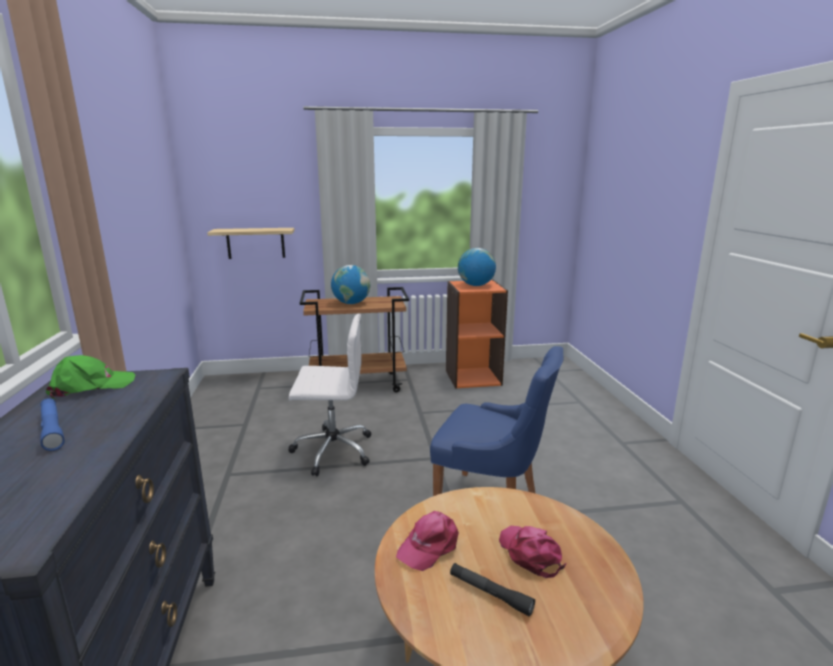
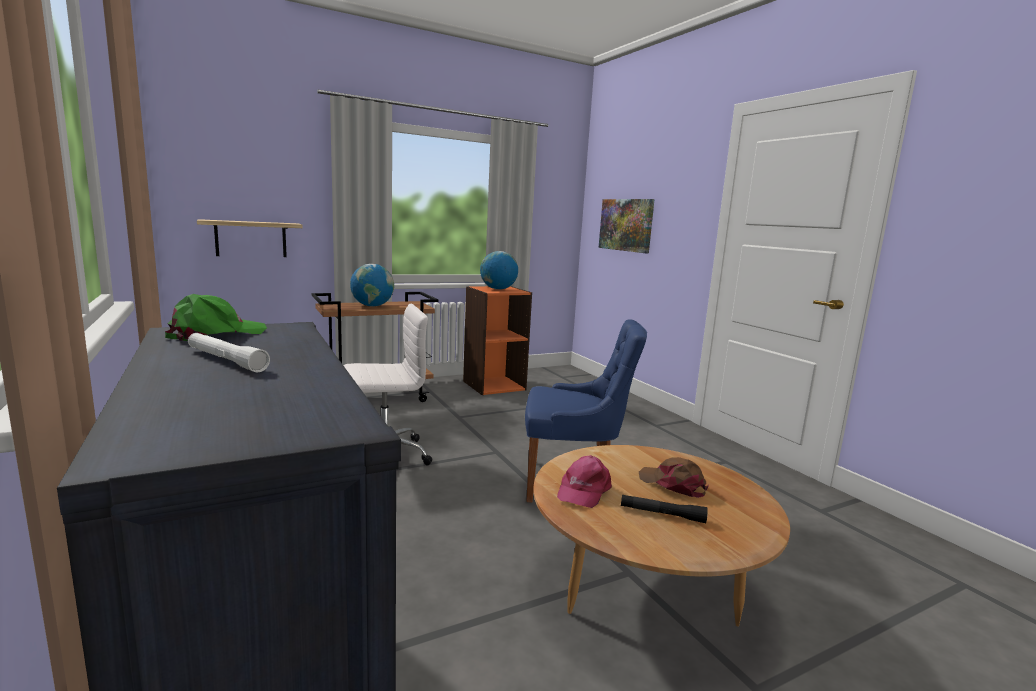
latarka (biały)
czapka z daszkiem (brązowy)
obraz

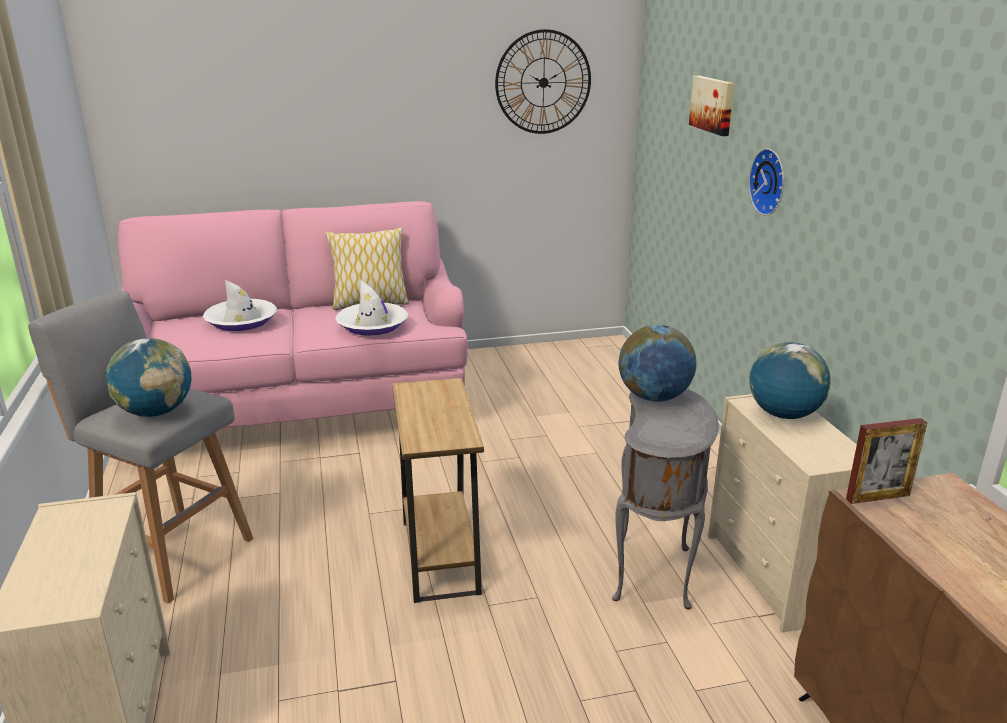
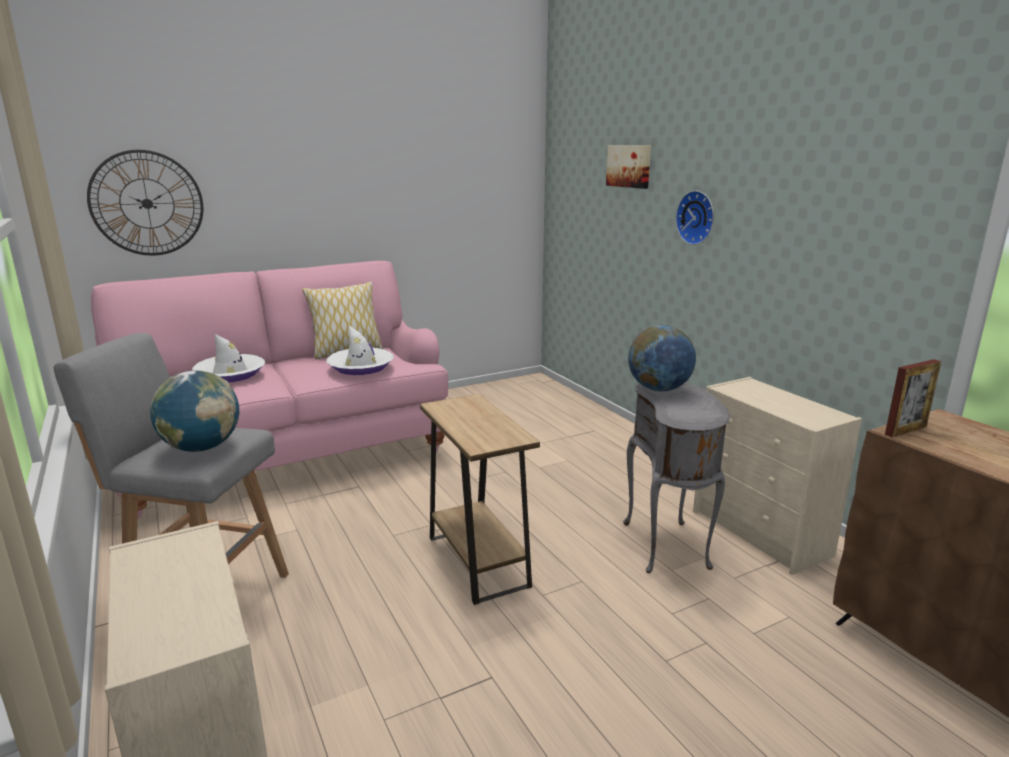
zegar ścienny (1st from left)
globus (3rd from left in the first image)

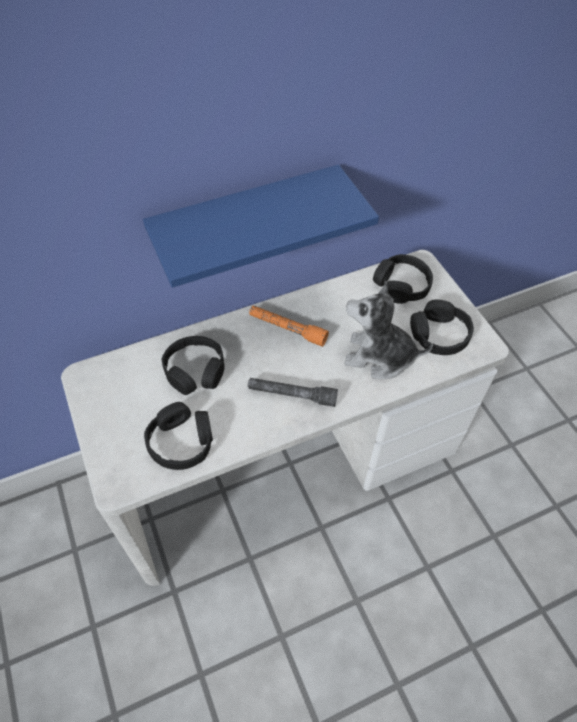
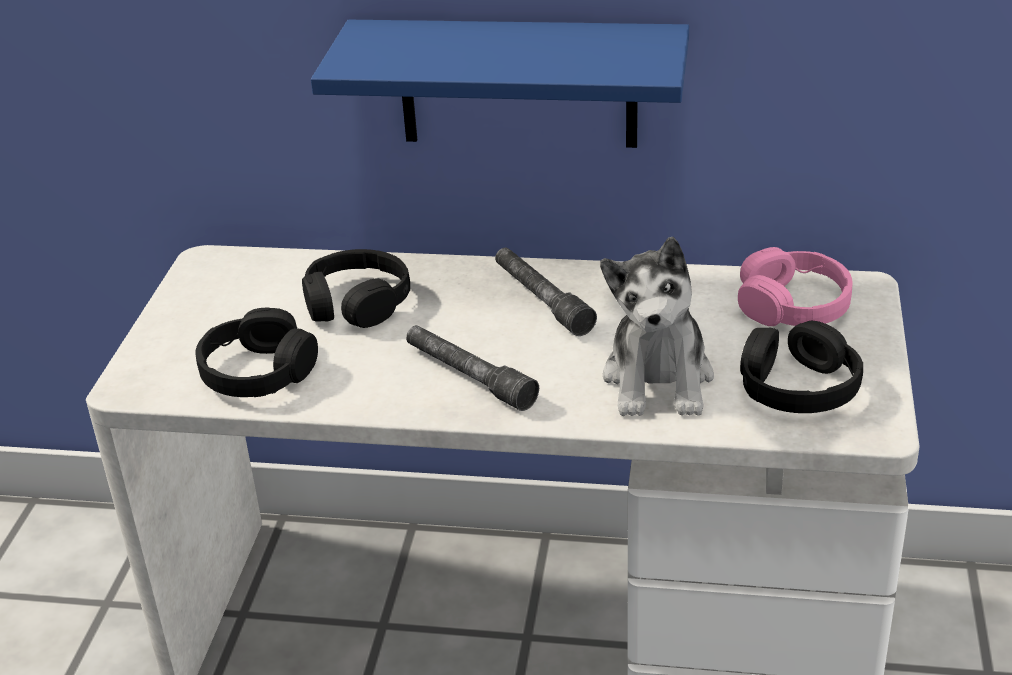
latarka (szary) (2nd from left)
pluszak
słuchawki (różowy)

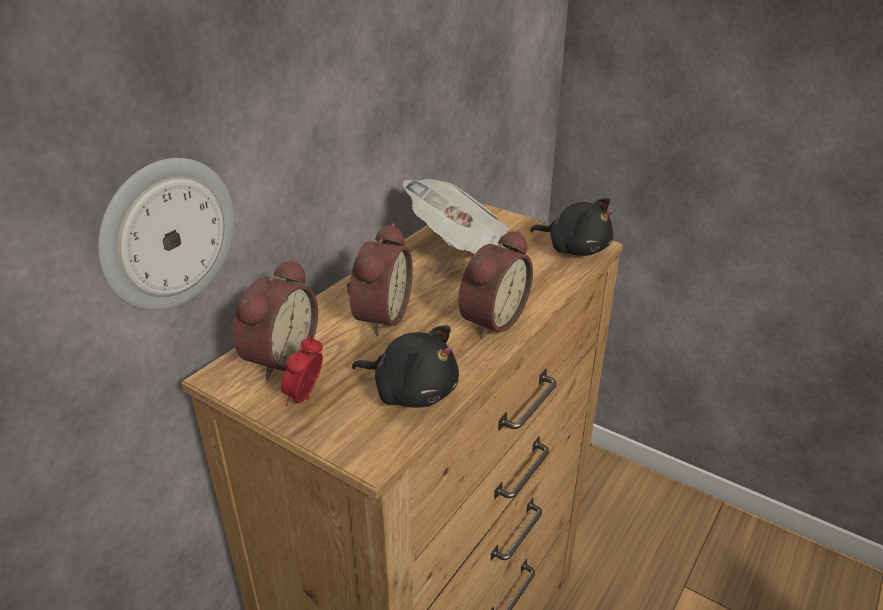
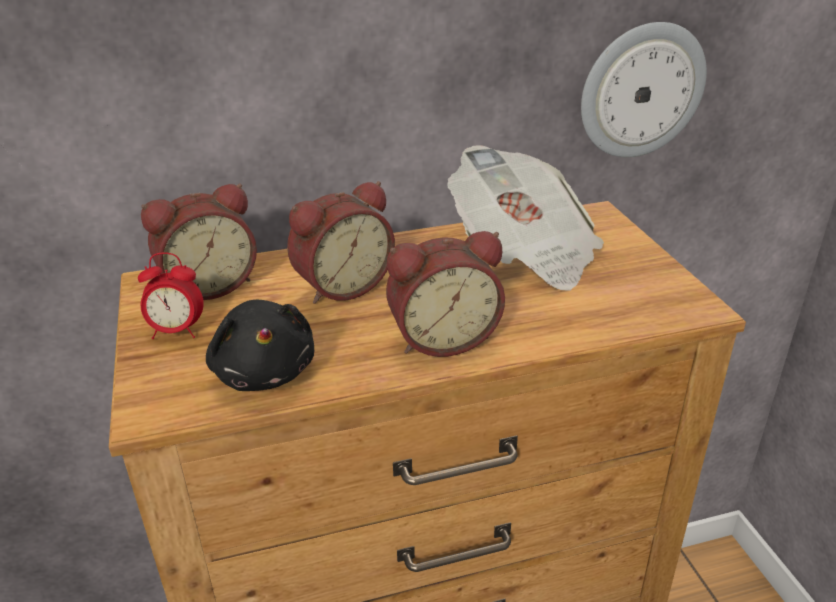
zegar ścienny
budzik (1st from left)
pluszak (czarny) (2nd from left in the first image)

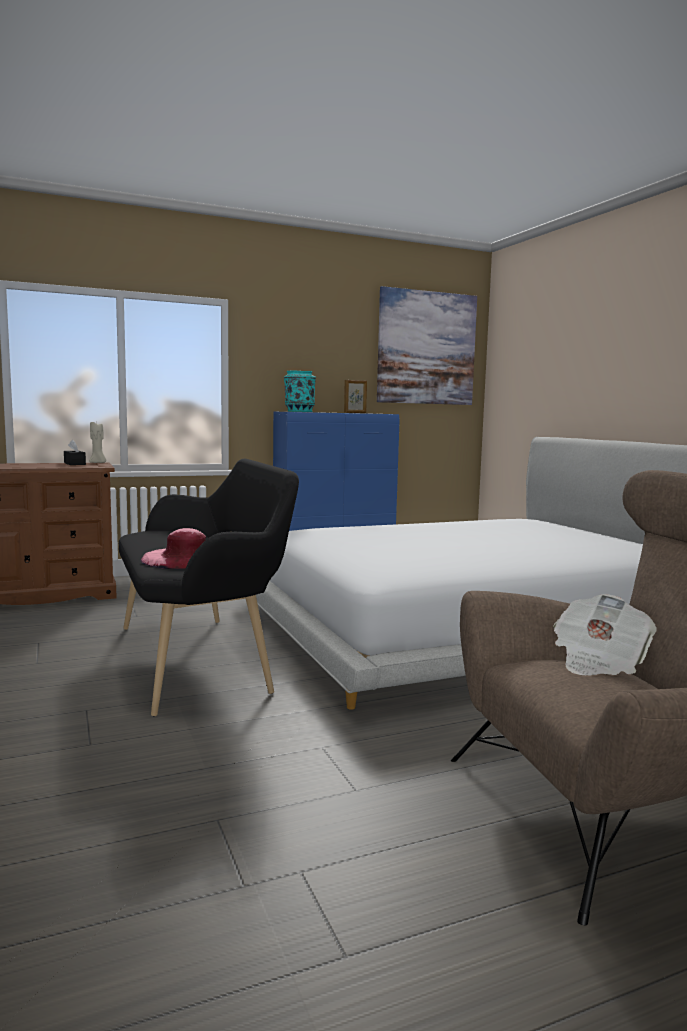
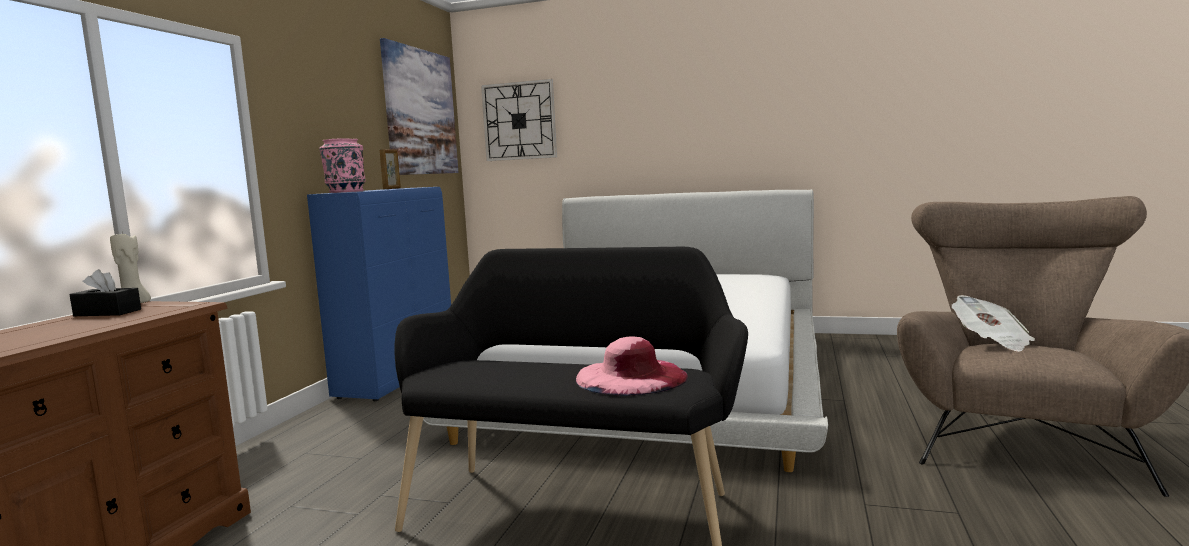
wazon (różowy)
zegar ścienny

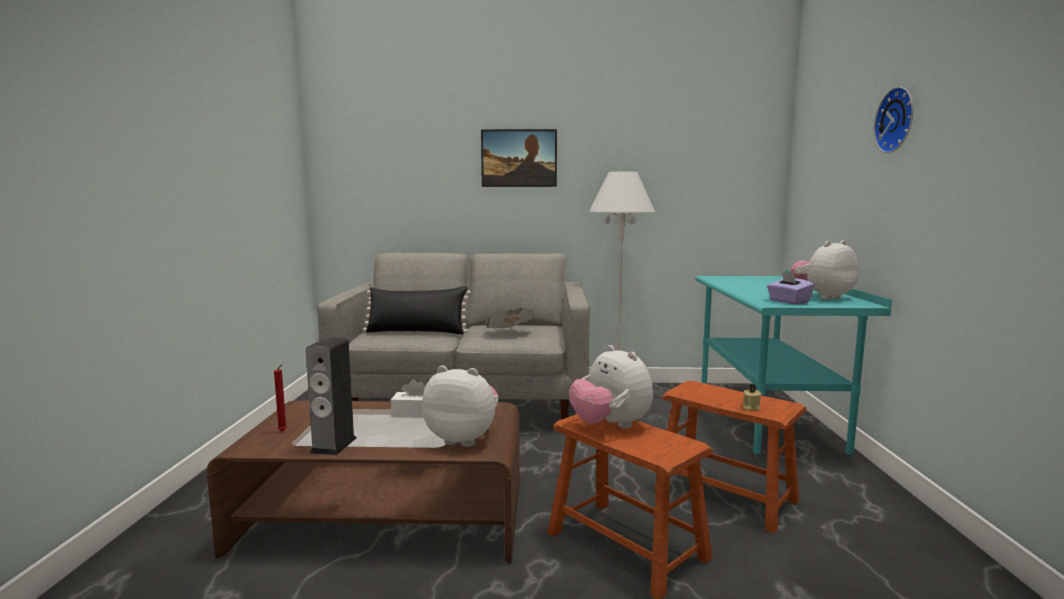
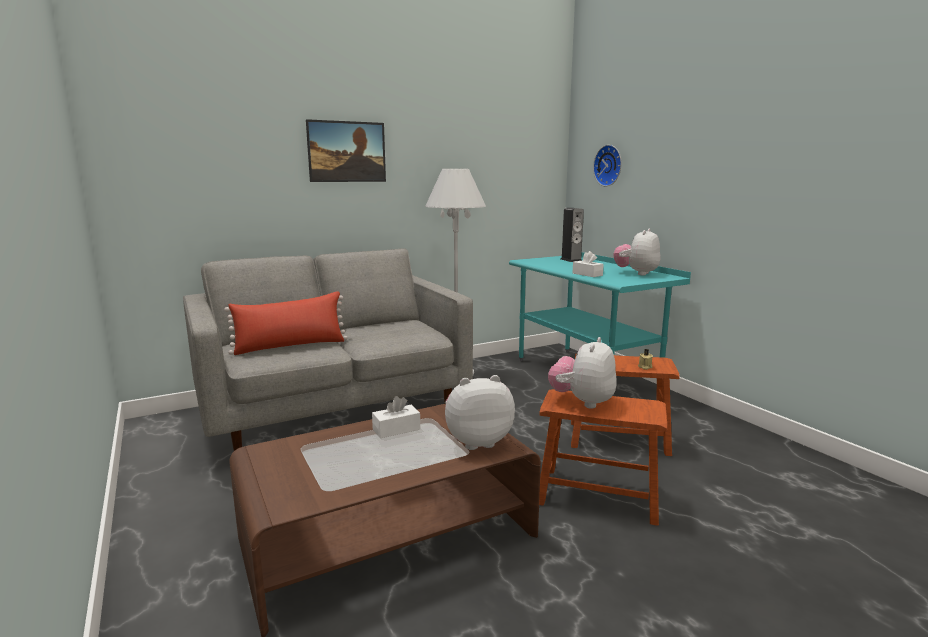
świeca (czerwony)
głośnik
poduszka (czerwony)
gazeta
pluszak (2nd from left)
pudełko chusteczek (fioletowy)
zegar ścienny
pudełko chusteczek (biały) (2nd from left)

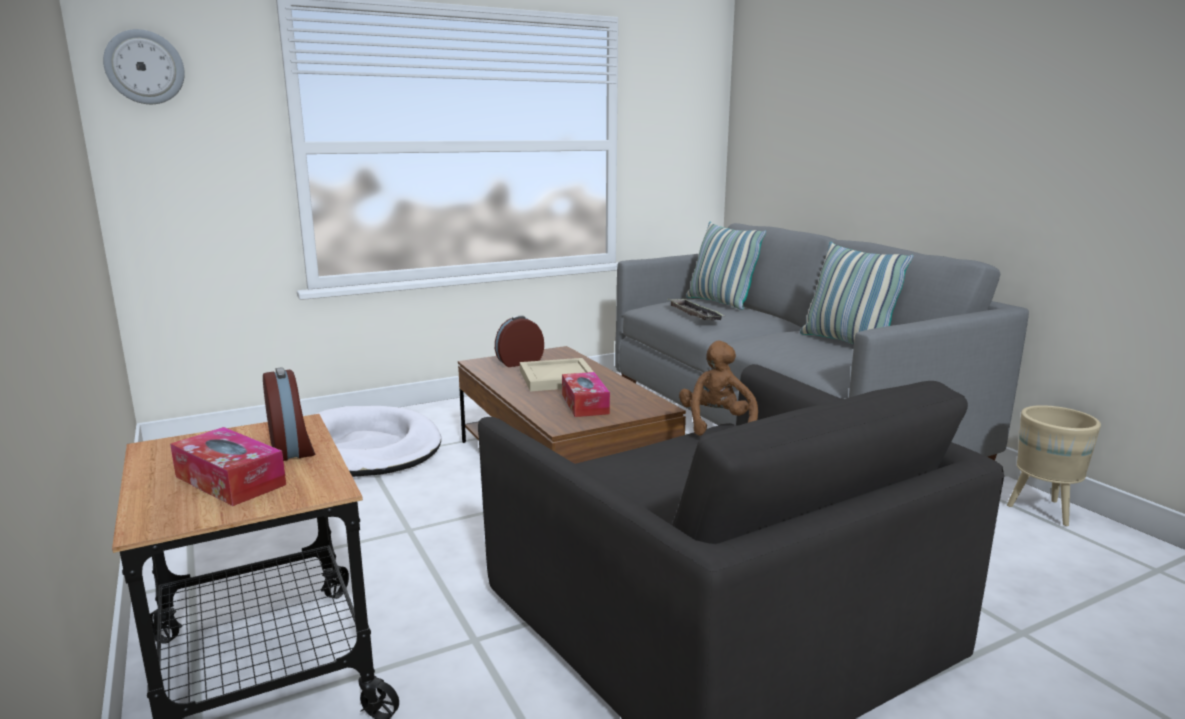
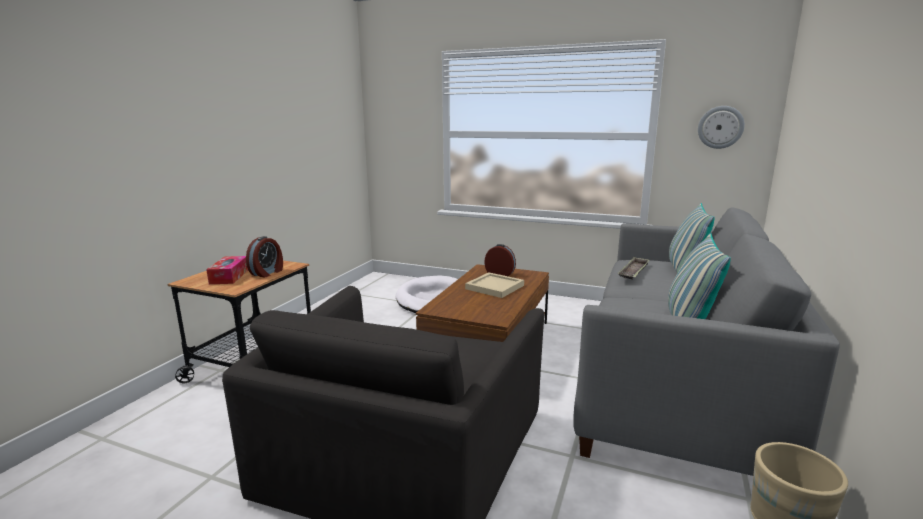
zegar ścienny
pudełko chusteczek (2nd from left in the first image)
pluszak (brązowy)

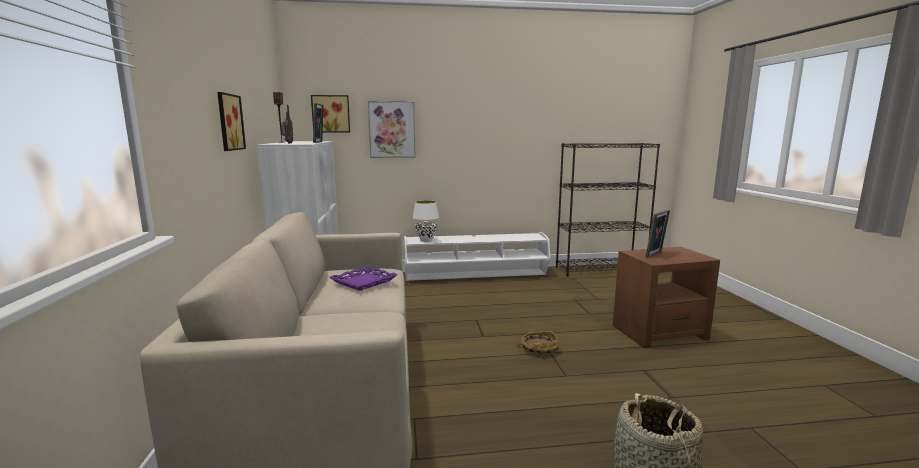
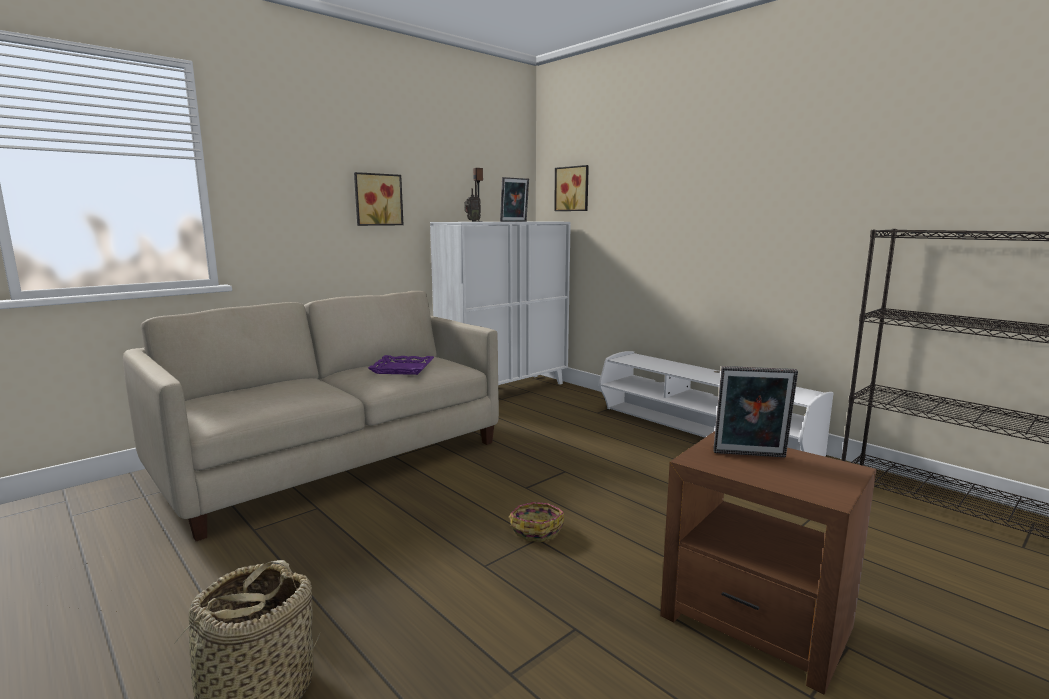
obraz (3rd from left in the first image)
lampa stołowa (biały)

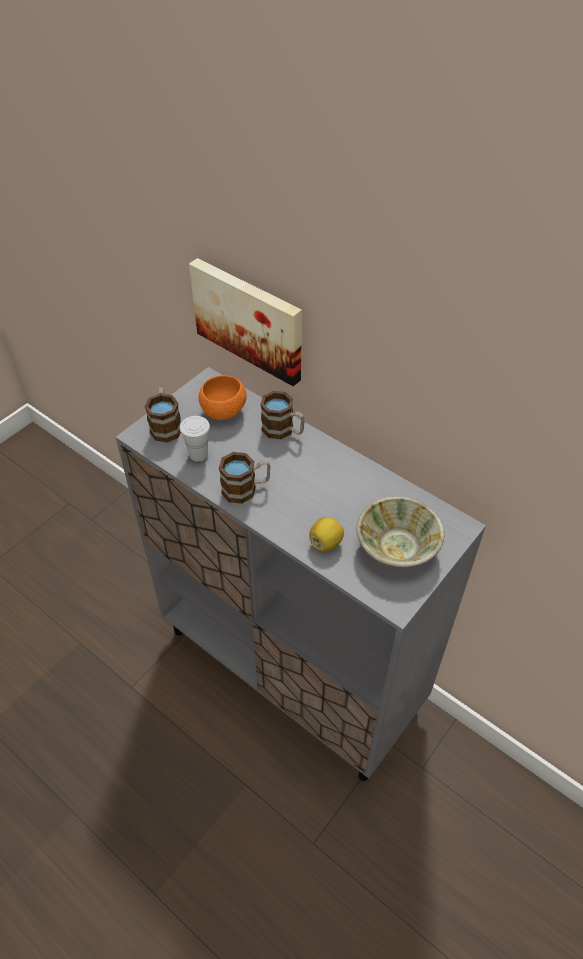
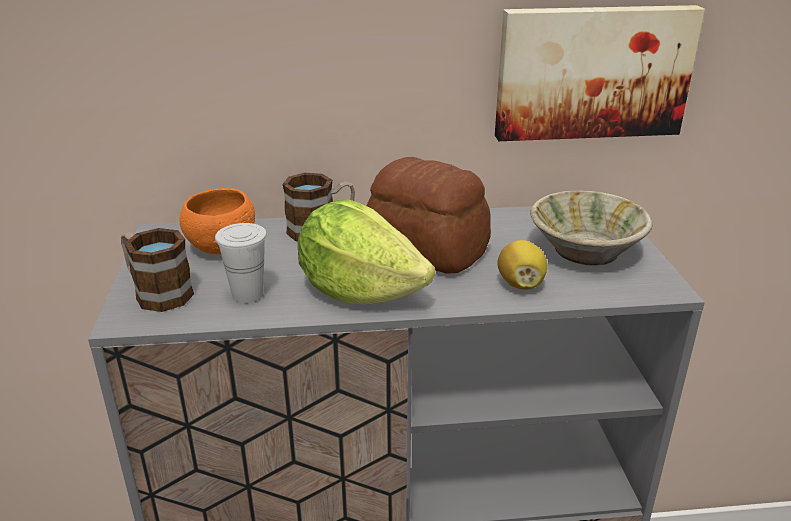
obraz
sałata
chleb

